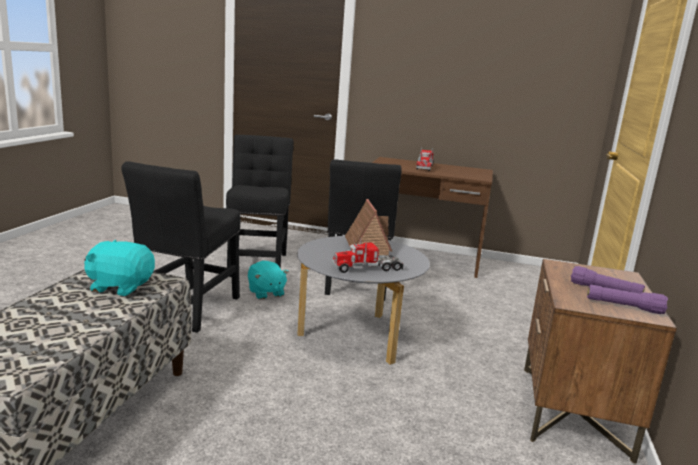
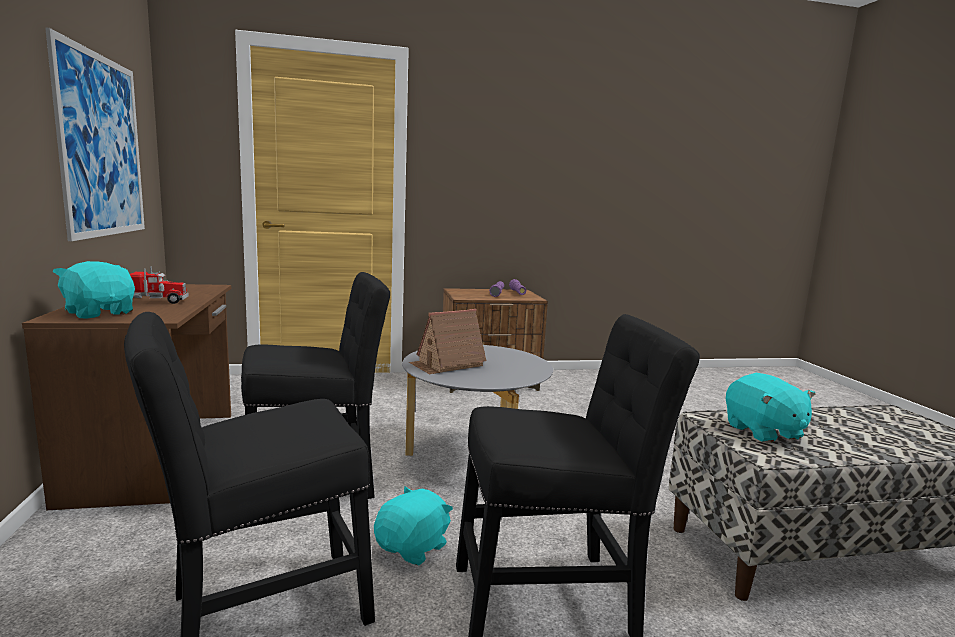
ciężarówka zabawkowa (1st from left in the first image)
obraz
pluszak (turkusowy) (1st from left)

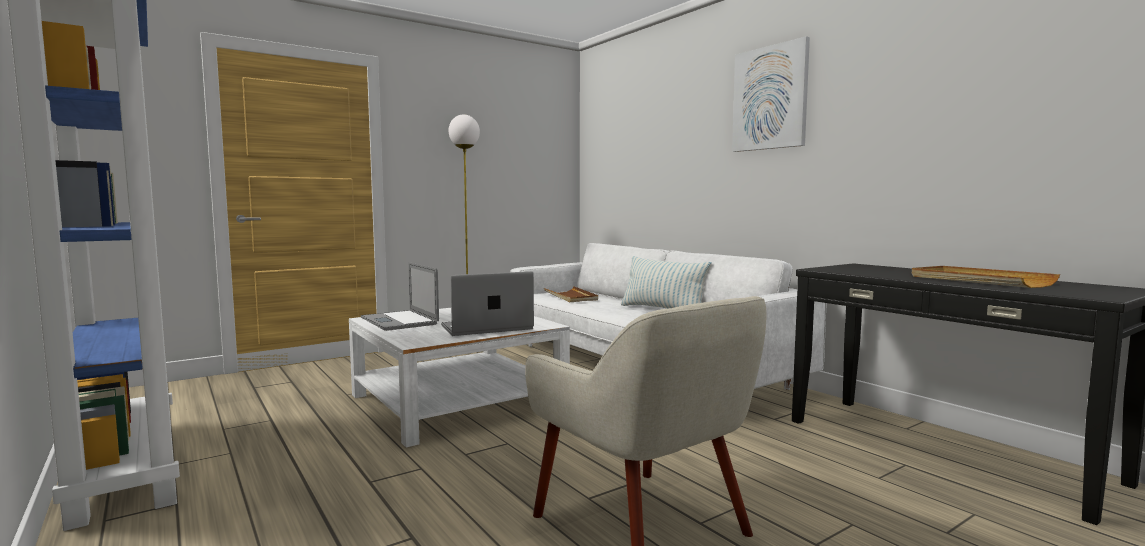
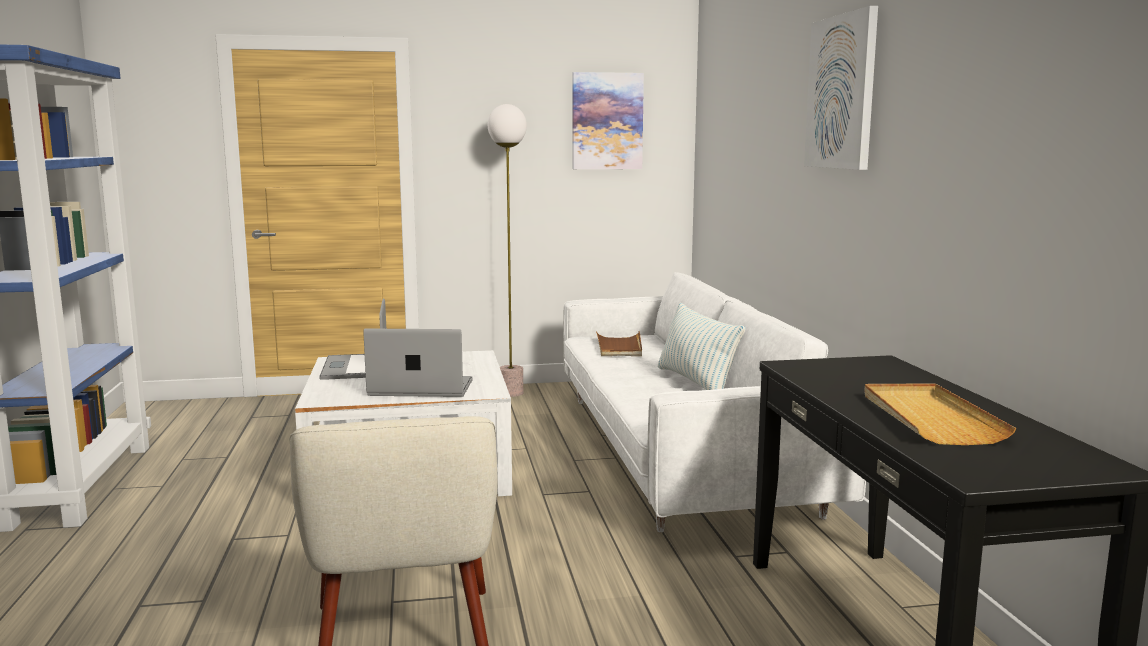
obraz (1st from left)

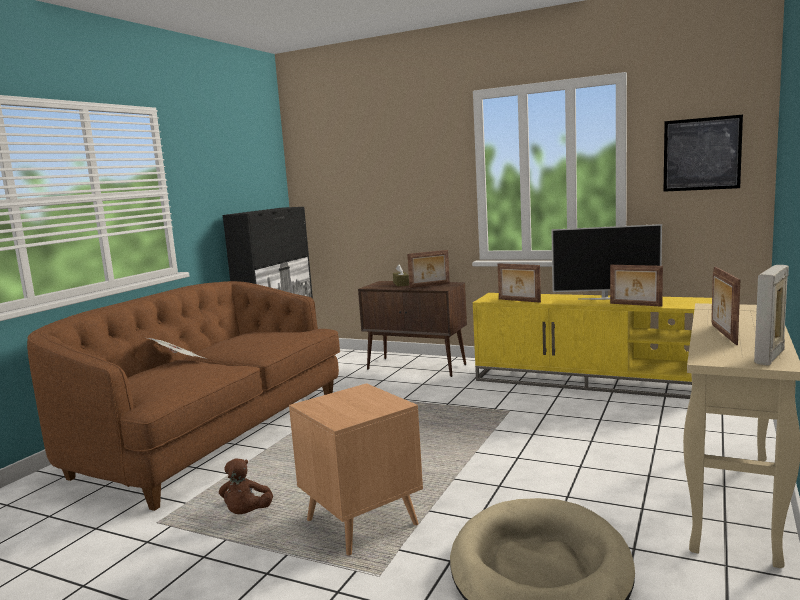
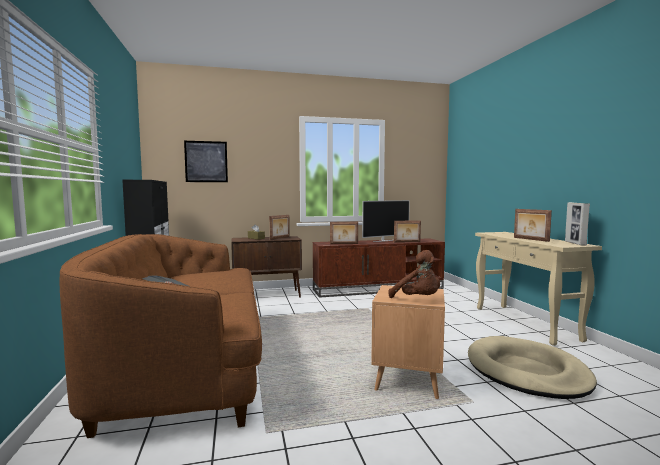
pluszak (brązowy)
szafka pod telewizor (brązowy)
obraz

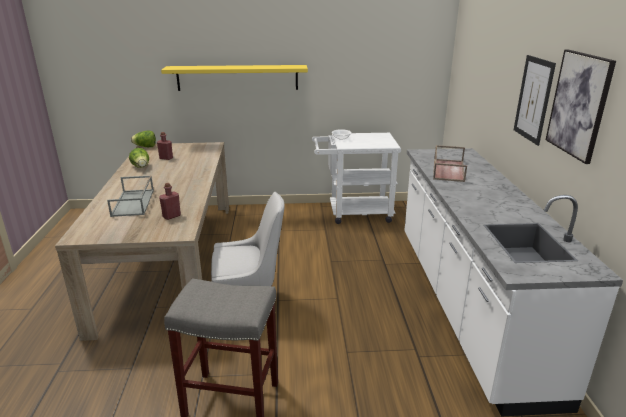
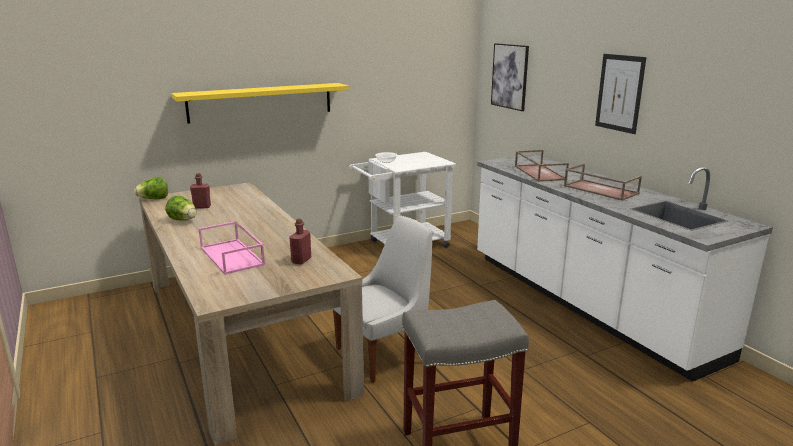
taca (różowy)
obraz (1st from left)
taca (brązowy) (2nd from left)

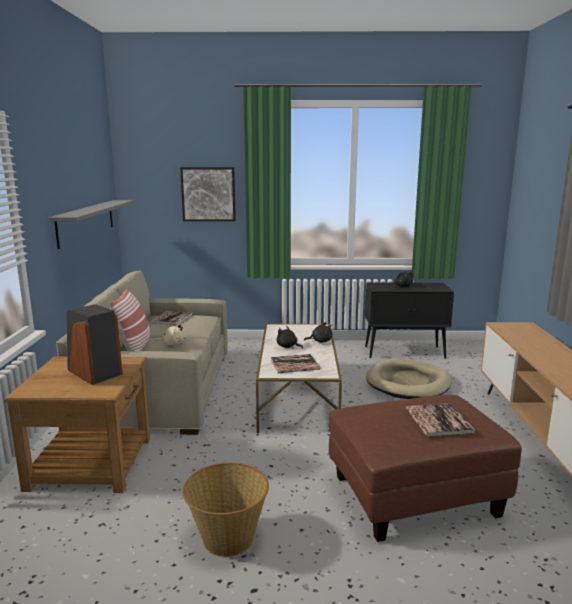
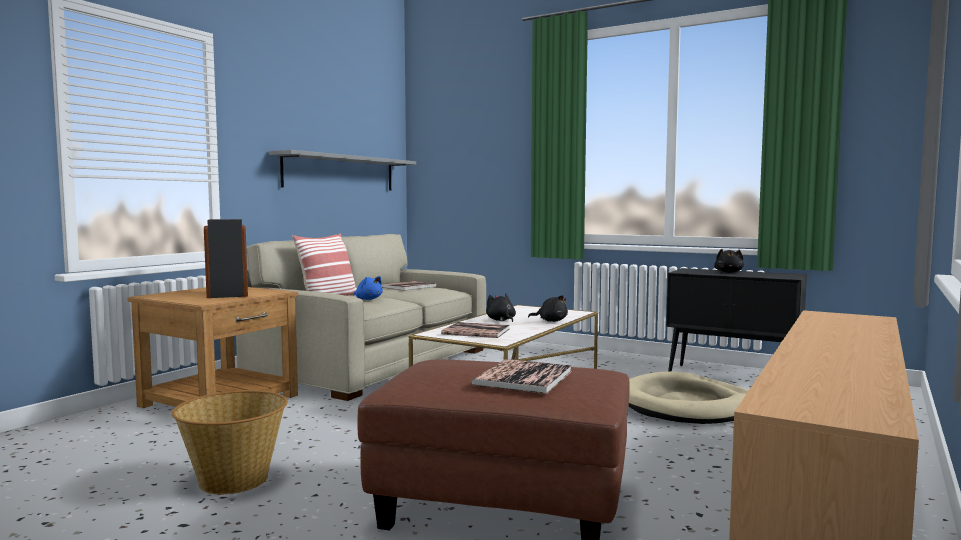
pluszak (niebieski)
obraz

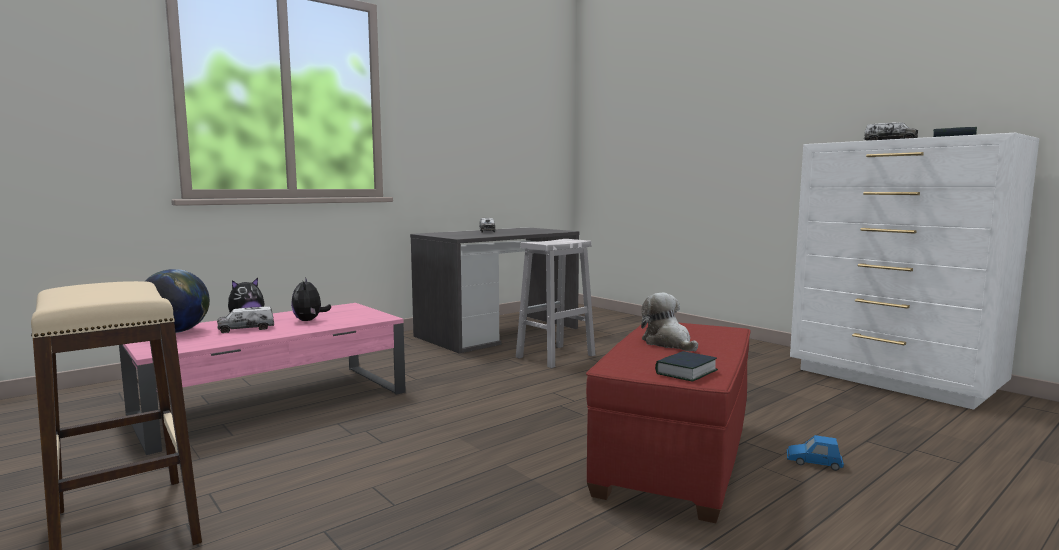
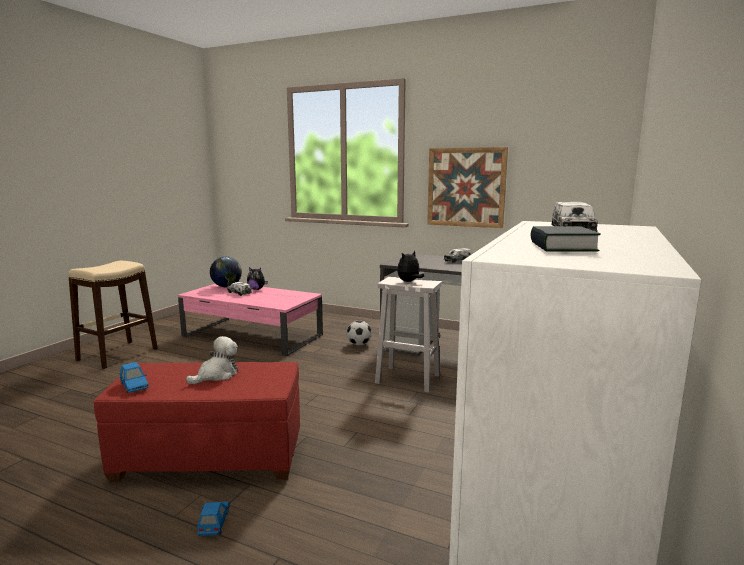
pluszak (3rd from left)
samochodzik (niebieski) (1st from left)
piłka futbolowa
obraz

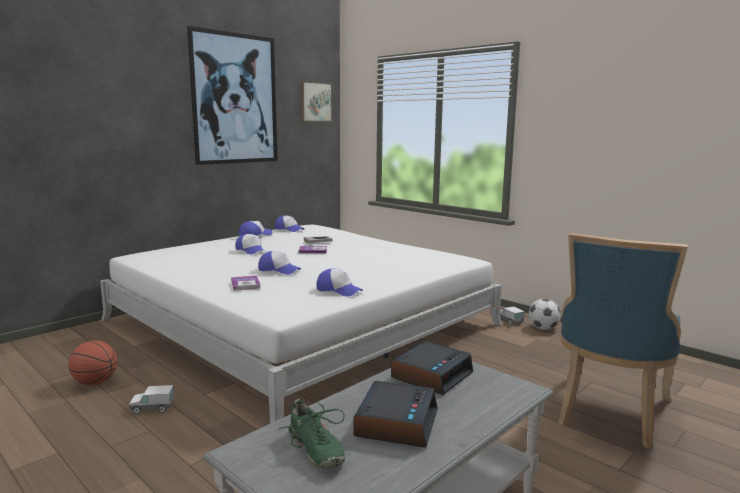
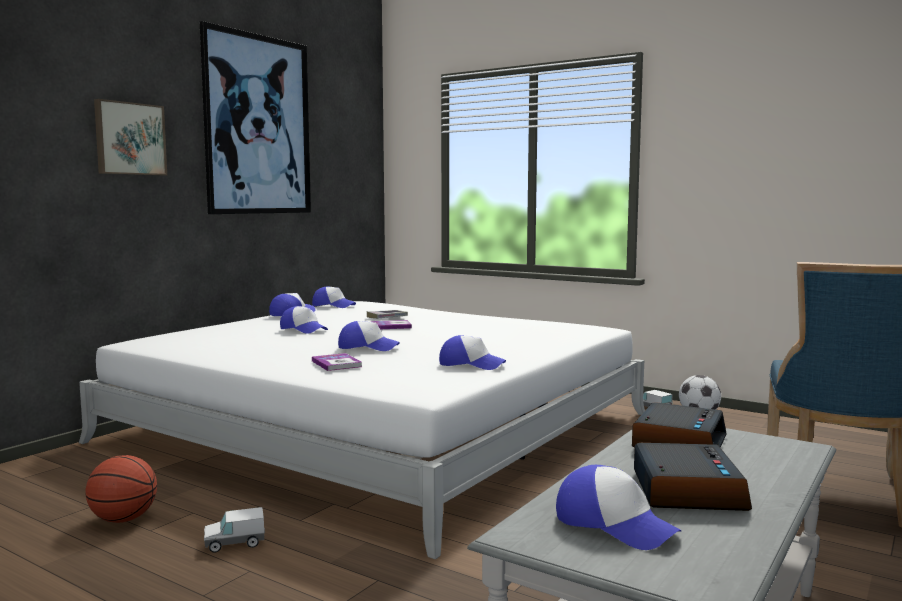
czapka z daszkiem (6th from left)
obraz (1st from left)

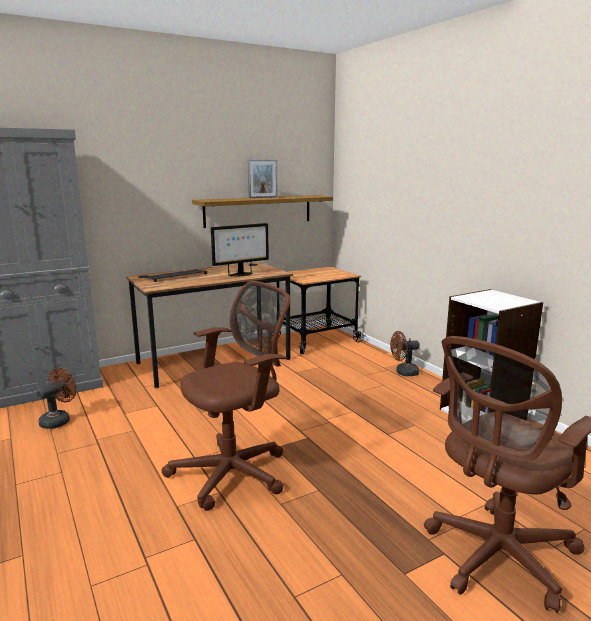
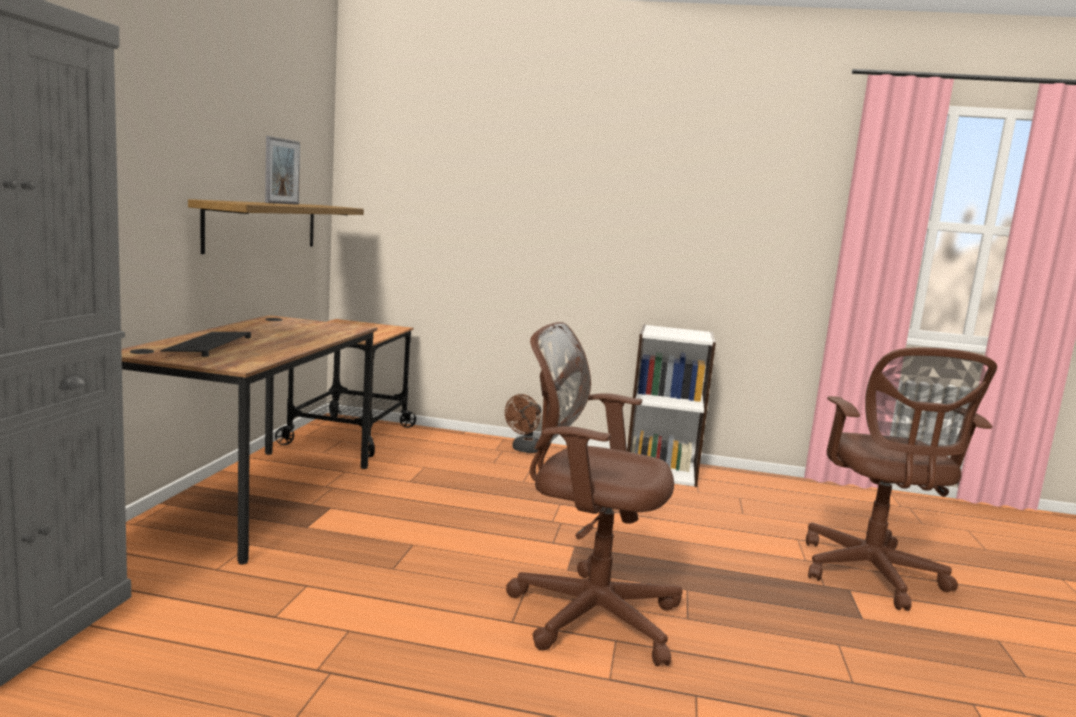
wentylator (brązowy) (1st from left in the first image)
krzesło biurowe (brązowy) (1st from left)
monitor

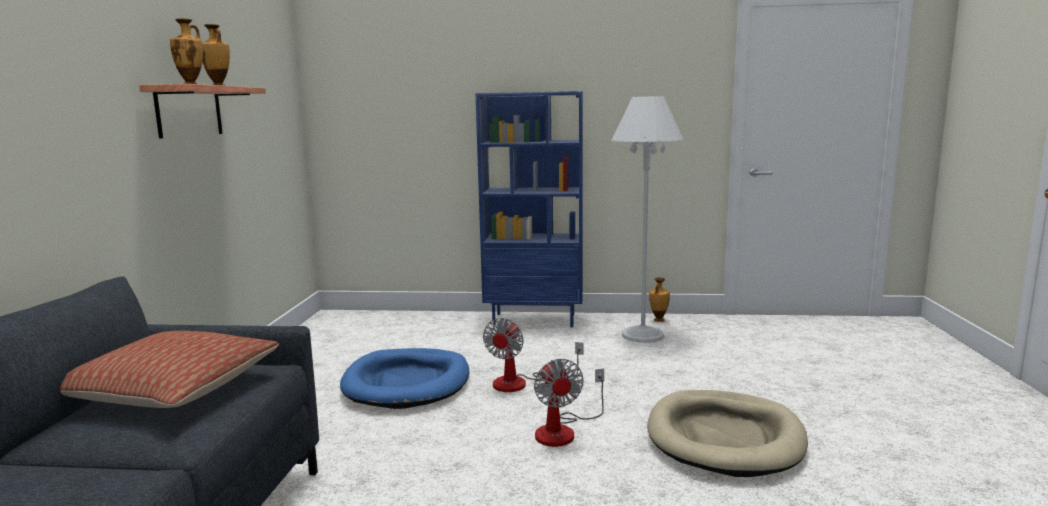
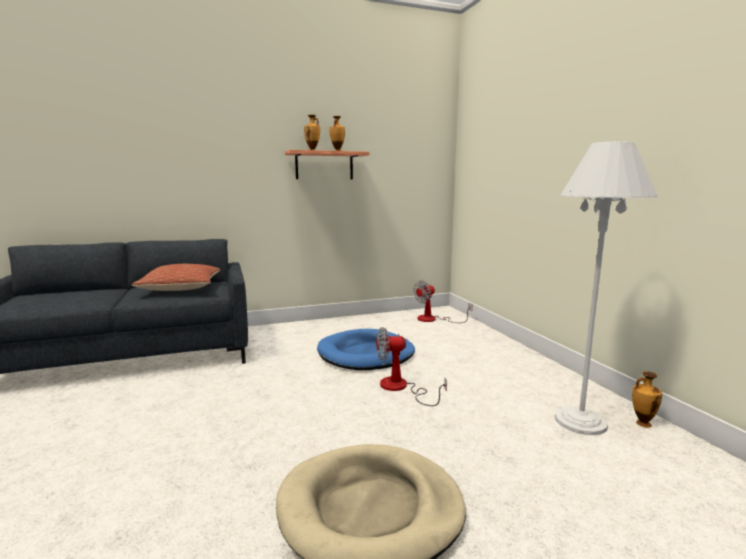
regał (niebieski)
wentylator (2nd from left)

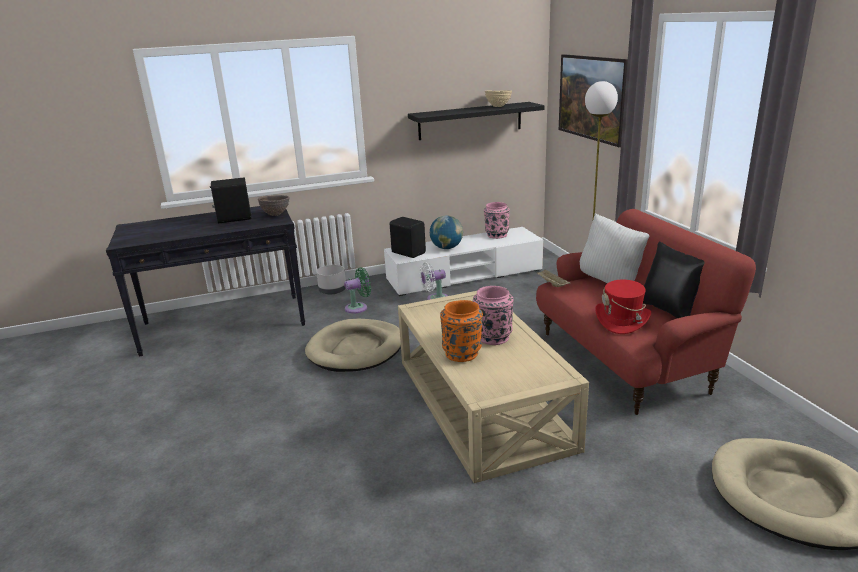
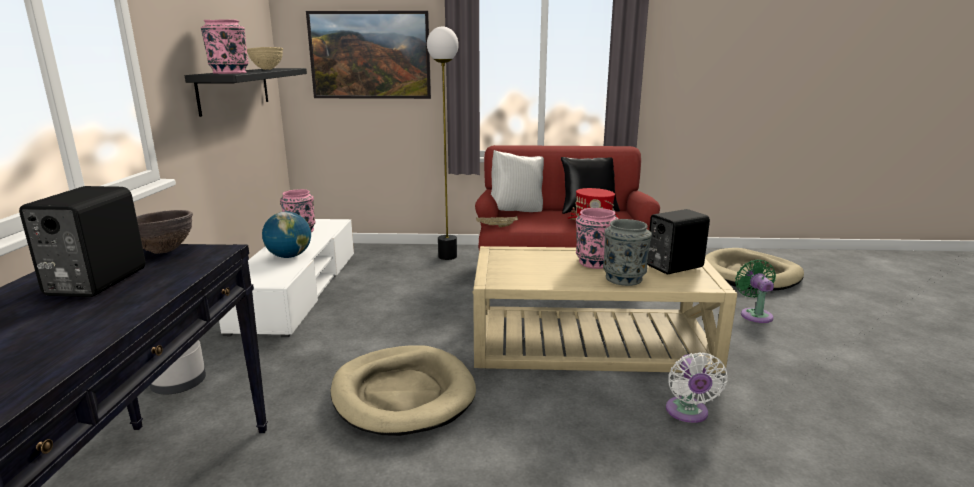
wentylator (zielony)
głośnik (czarny) (2nd from left)
wentylator (biały)
wazon (szary)
wazon (różowy) (1st from left)

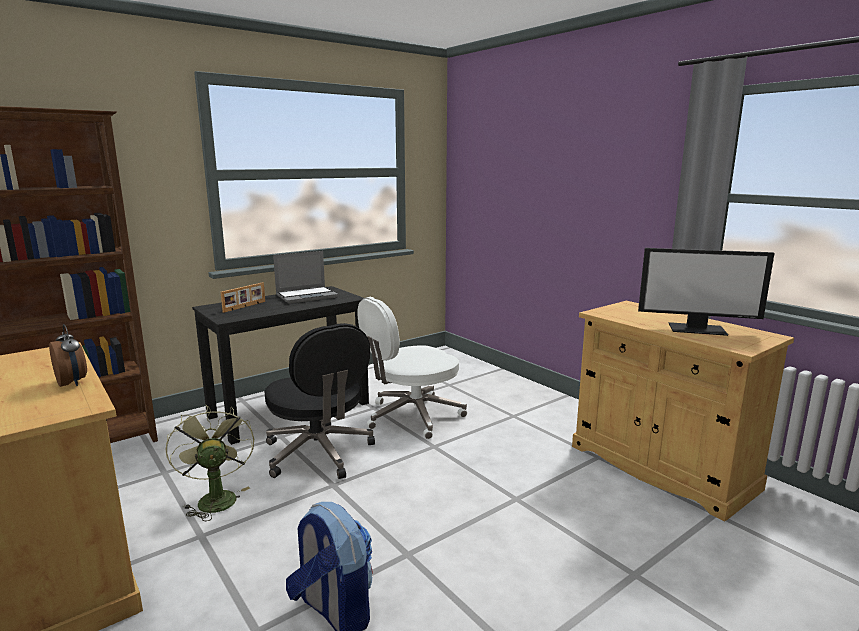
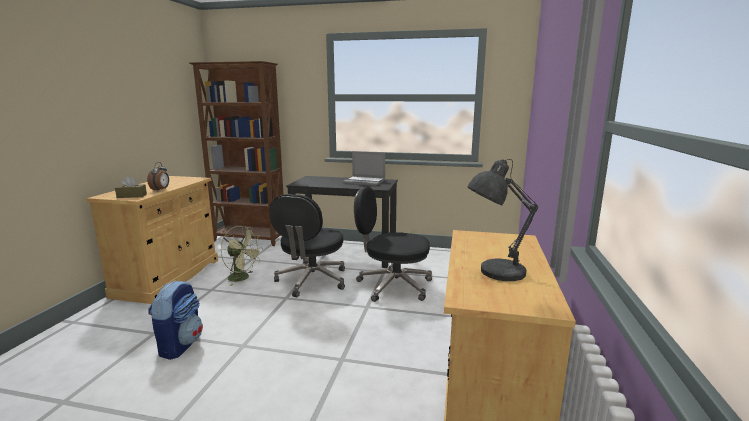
wentylator (zielony)
ramka na zdjęcie
krzesło biurowe (czarny) (2nd from left)
lampa stołowa (szary)
pudełko chusteczek (brązowy)

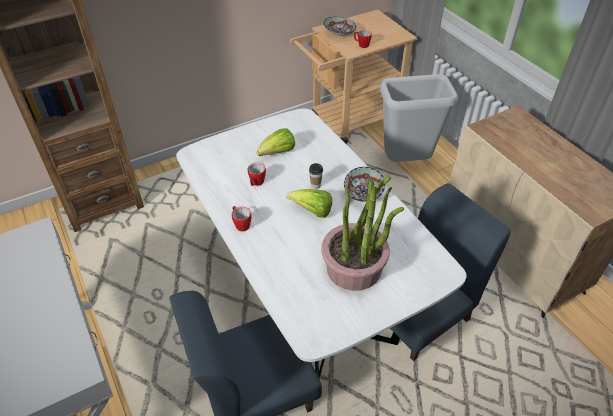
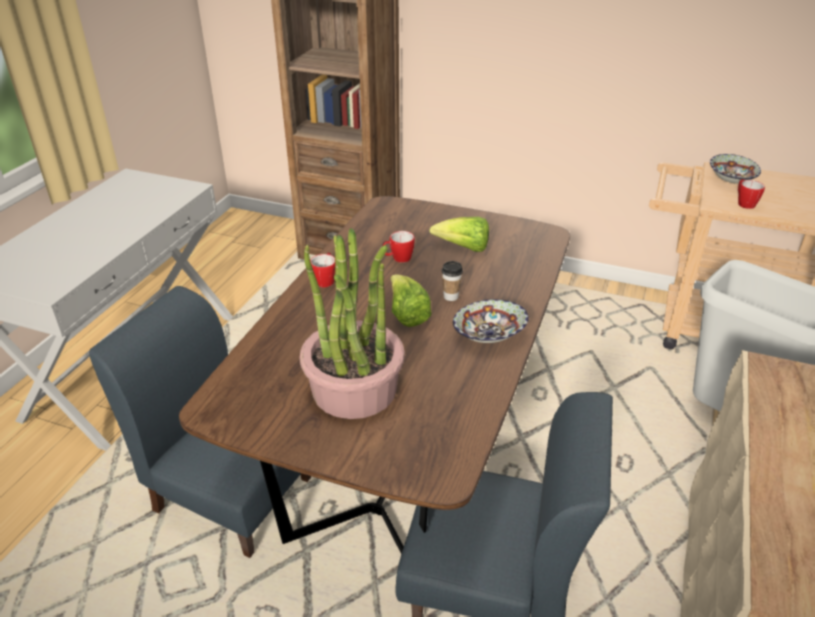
stół jadalny (brązowy)

